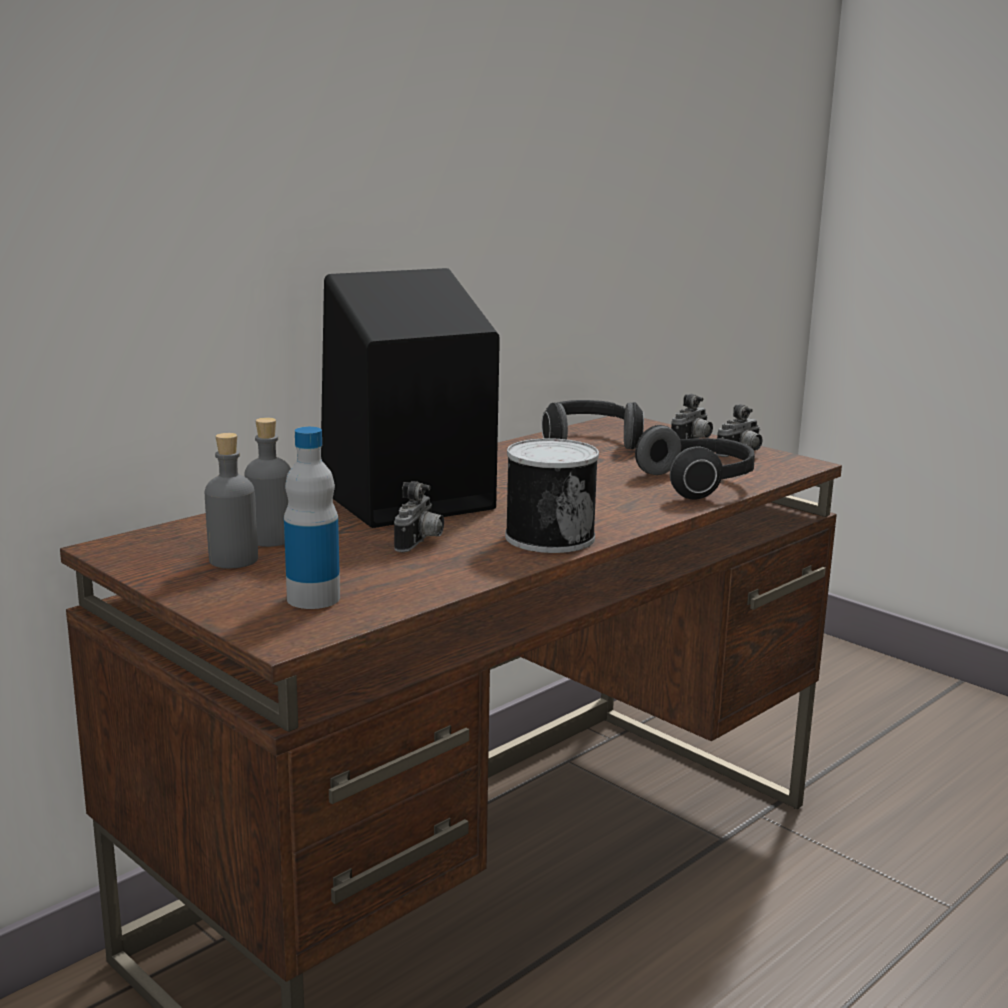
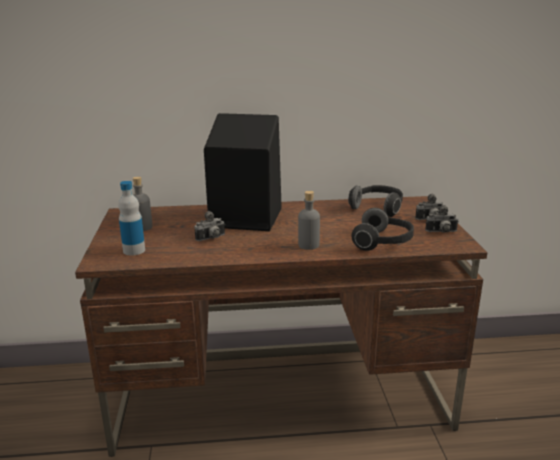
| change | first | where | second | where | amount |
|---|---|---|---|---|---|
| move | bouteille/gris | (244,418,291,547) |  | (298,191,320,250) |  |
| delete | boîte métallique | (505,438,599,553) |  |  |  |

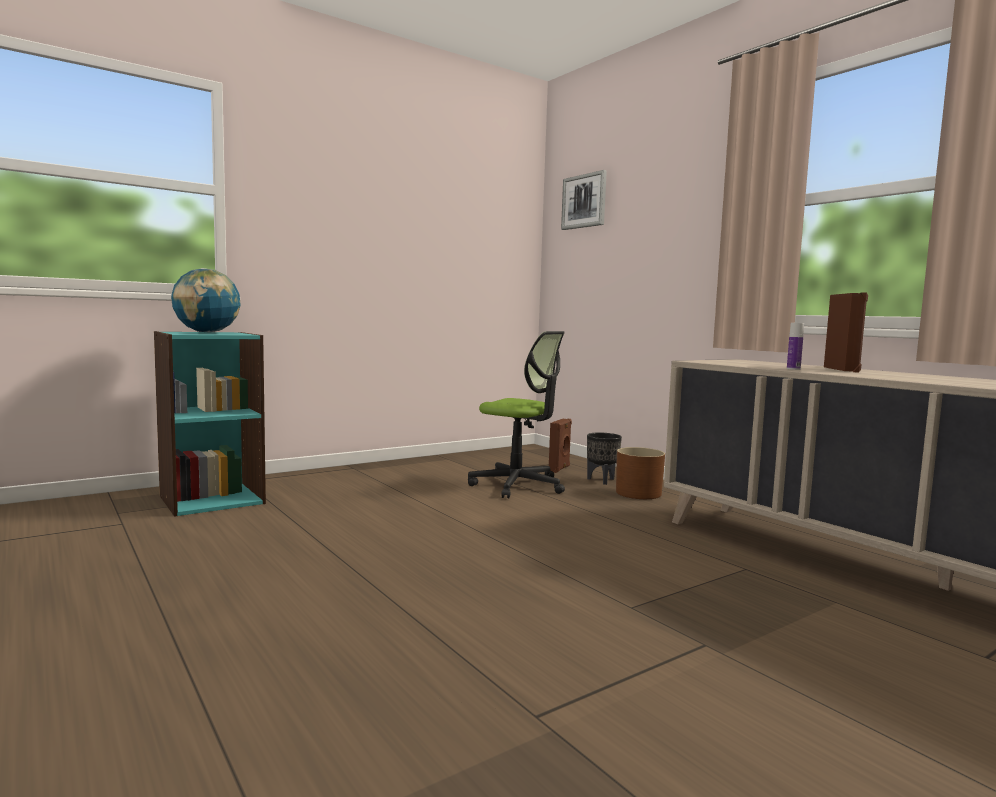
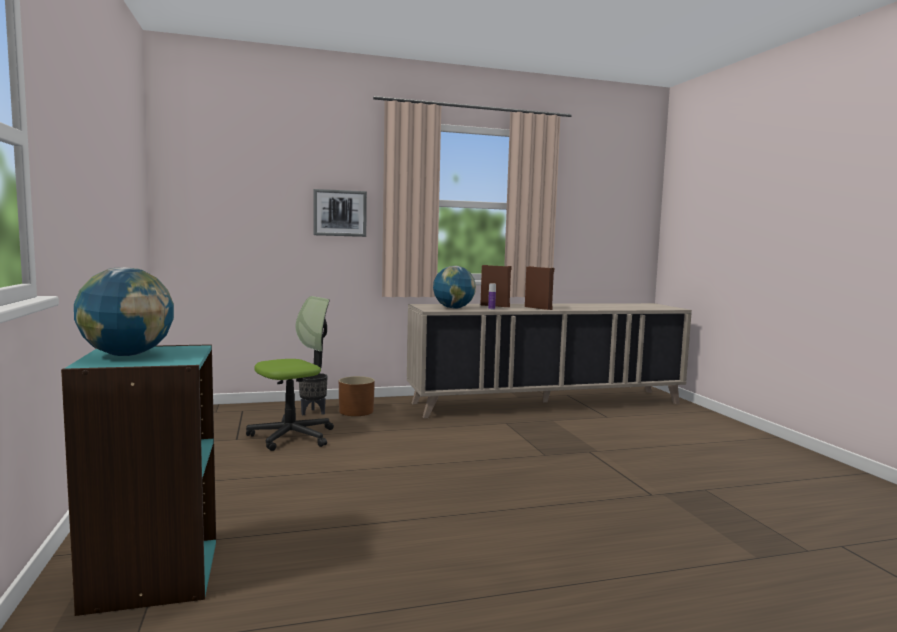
| change | first | where | second | where | amount |
|---|---|---|---|---|---|
| move | tableau | (561,170,607,230) |  | (313,189,367,237) |  |
| move | enceinte/marron | (549,419,572,473) |  | (525,266,554,310) |  |
| insert |  |  | globe | (433,266,476,308) |  |

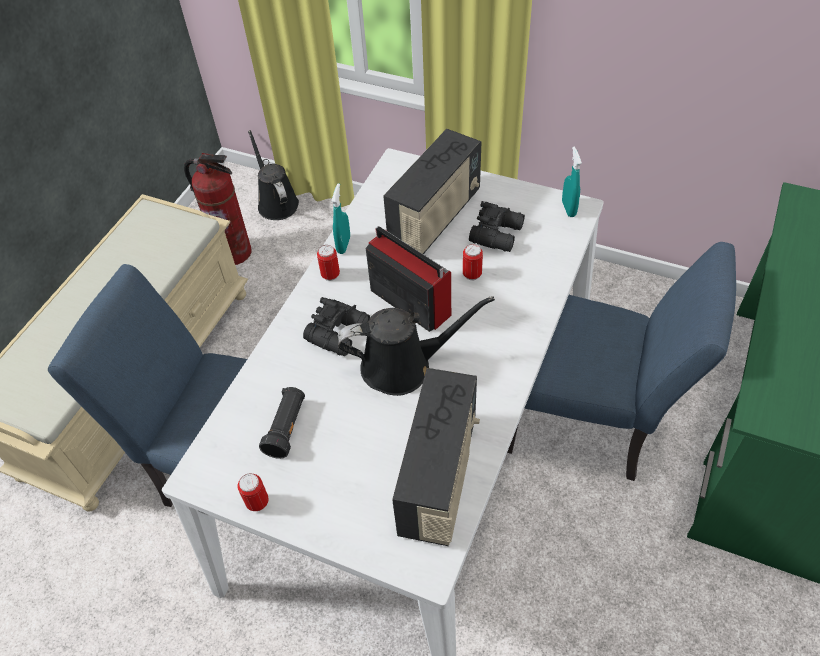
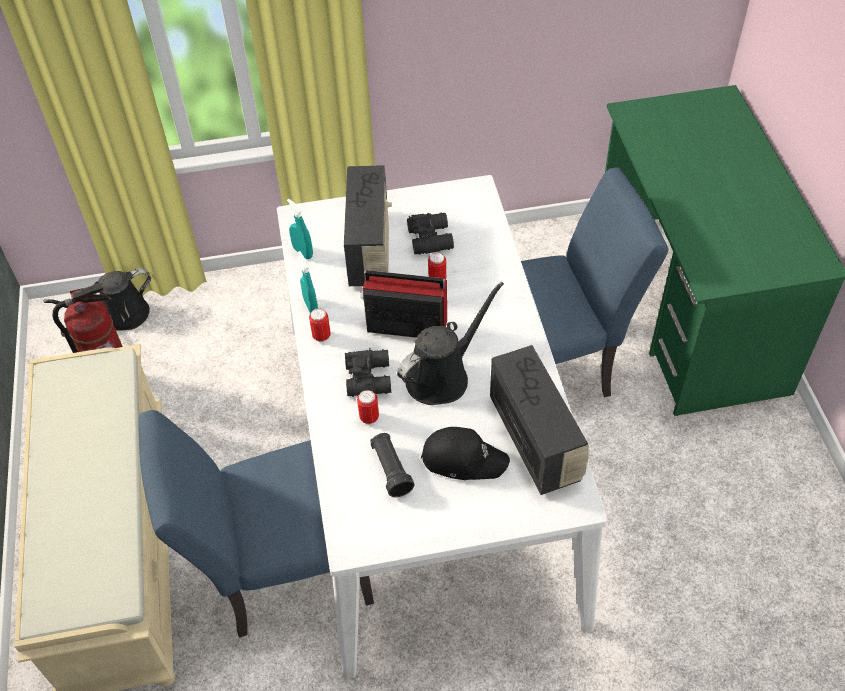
| change | first | where | second | where | amount |
|---|---|---|---|---|---|
| rotate | arrosoir/noir | (248,130,299,220) |  | (43,268,151,331) | 60 degrees counterclockwise |
| move | vaporisateur/turquoise | (562,146,582,217) |  | (287,199,313,259) |  |
| move | boîte métallique | (237,473,269,511) |  | (357,390,379,424) |  |
| insert |  |  | casquette/noir | (421,427,510,480) |  |

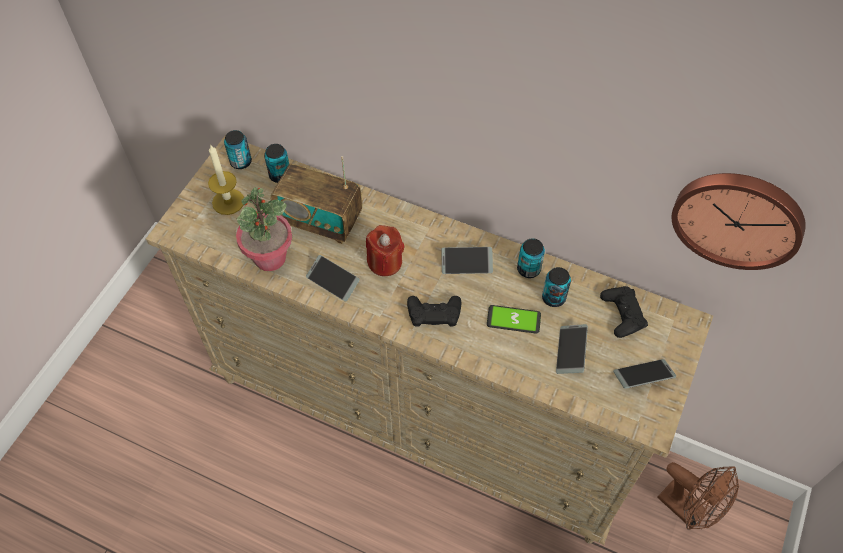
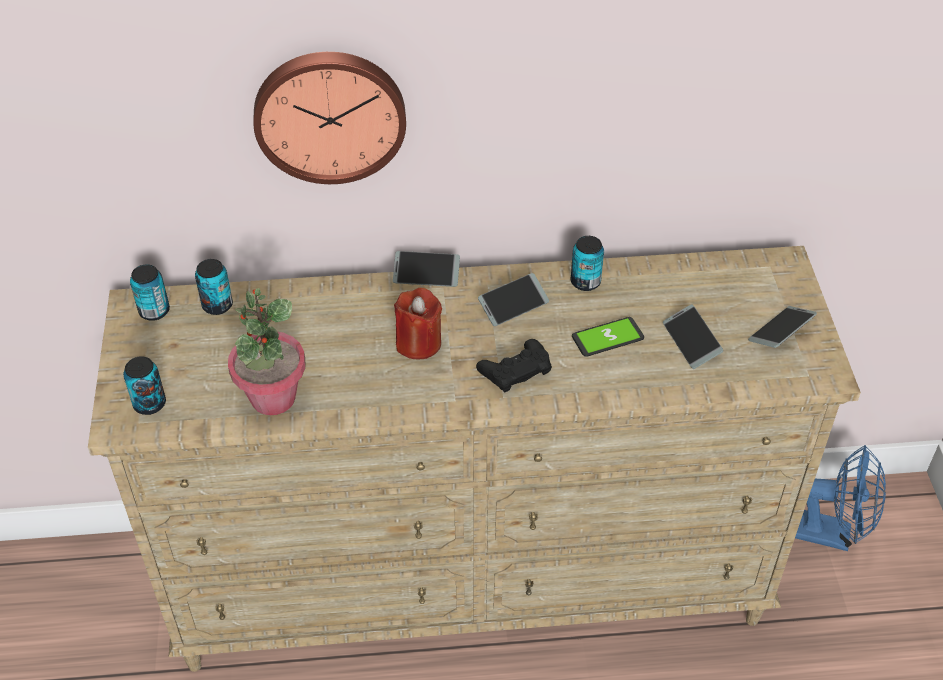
| change | first | where | second | where | amount |
|---|---|---|---|---|---|
| delete | bougie | (208,144,244,215) |  |  |  |
| delete | radio | (270,156,363,244) |  |  |  |
| move | horloge murale | (672,173,806,270) |  | (253,52,406,184) |  |
| move | téléphone | (306,255,360,302) |  | (393,251,460,287) |  |
| move | boîte métallique | (542,267,571,307) |  | (123,356,166,415) |  |
| delete | manette/noir | (600,286,648,338) |  |  |  |
| recolor | ventilateur/marron | (657,462,739,530) | ventilateur/bleu | (795,445,886,551) |  |

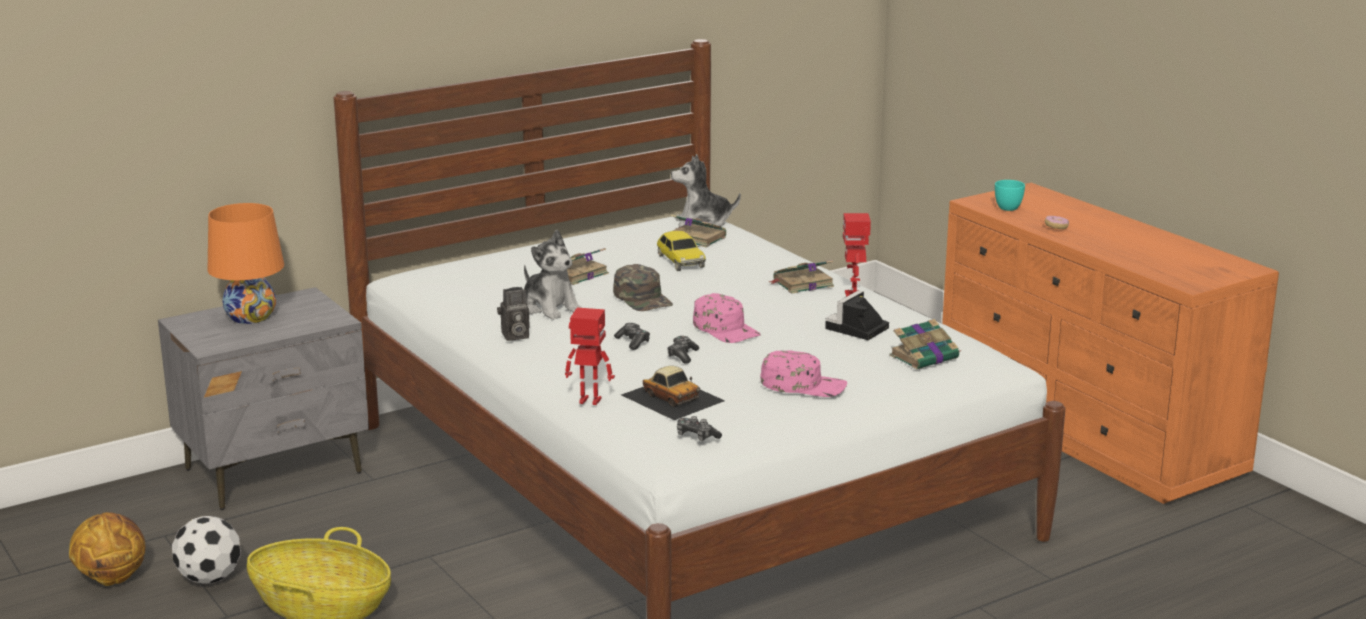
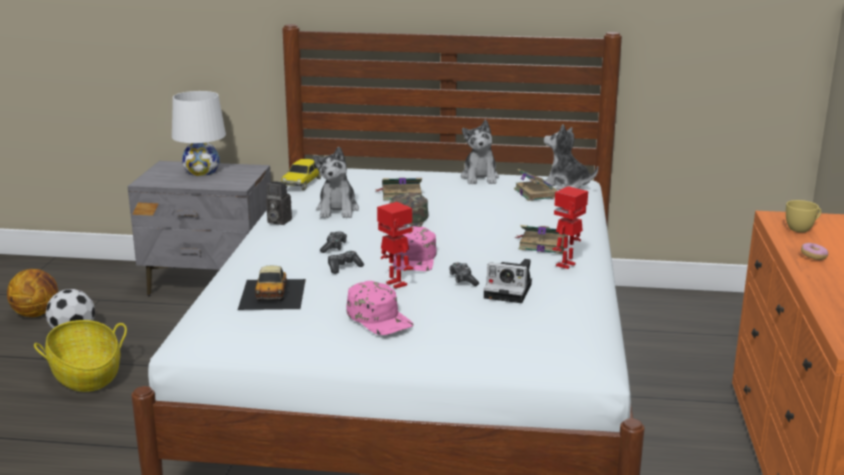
| change | first | where | second | where | amount |
|---|---|---|---|---|---|
| recolor | tasse/turquoise | (995,180,1025,211) | tasse/jaune | (786,200,822,232) |  |
| recolor | lampe de table/orange | (208,203,284,324) | lampe de table/blanc | (172,91,226,176) |  |
| move | petite voiture | (657,231,706,271) |  | (281,159,321,190) |  |
| rotate | appareil photo | (825,291,889,340) |  | (484,259,532,303) | 150 degrees counterclockwise |
| move | robot jouet | (565,308,615,405) |  | (377,202,413,289) |  |
| delete | livre | (890,319,960,369) |  |  |  |
| move | manette | (677,416,722,441) |  | (449,263,479,286) |  |
| insert |  |  | peluche | (461,120,499,184) |  |

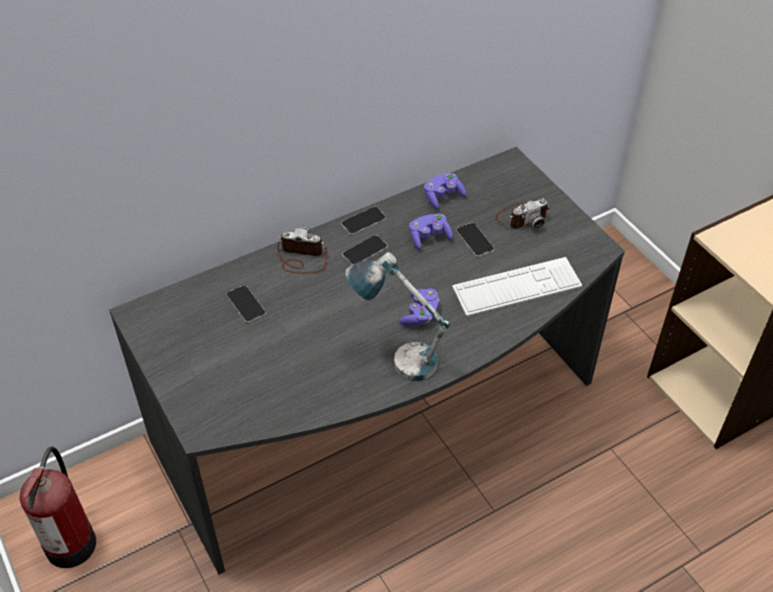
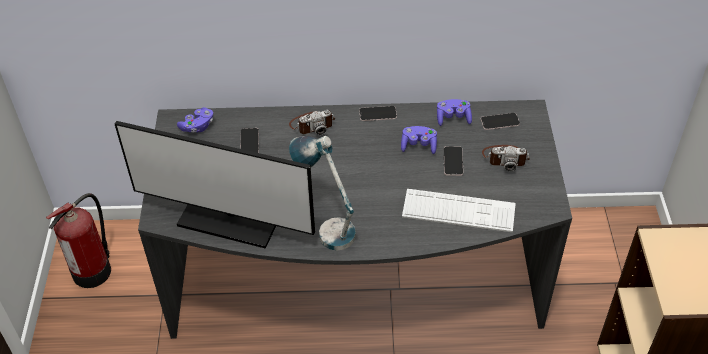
| change | first | where | second | where | amount |
|---|---|---|---|---|---|
| rotate | appareil photo | (277,226,327,274) |  | (289,110,335,135) | 120 degrees clockwise |
| move | téléphone | (342,235,388,265) |  | (481,113,520,130) |  |
| move | manette/violet | (399,289,439,327) |  | (177,107,213,133) |  |
| insert |  |  | écran d'ordinateur | (114,121,315,249) |  |

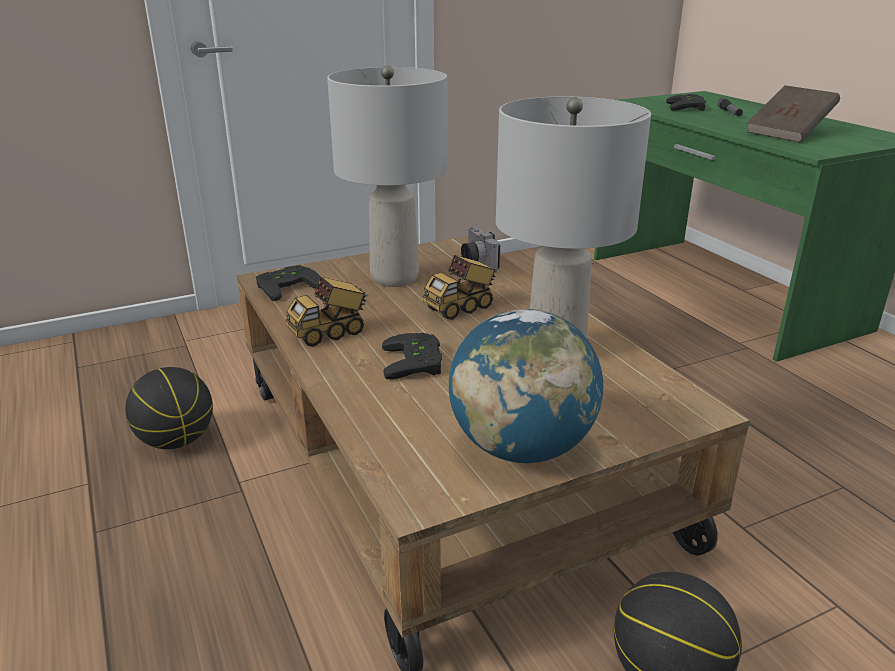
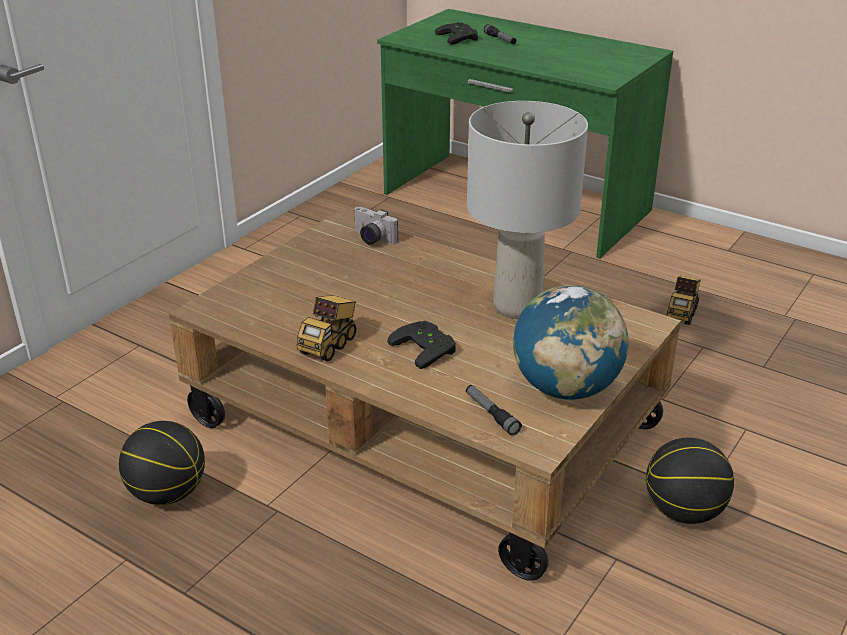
| change | first | where | second | where | amount |
|---|---|---|---|---|---|
| delete | lampe de table/gris | (327,66,447,287) |  |  |  |
| delete | livre/marron | (747,85,840,142) |  |  |  |
| move | camion jouet | (423,255,497,320) |  | (666,276,701,325) |  |
| delete | manette/noir | (256,265,321,301) |  |  |  |
| insert |  |  | lampe de poche | (466,385,522,436) |  |

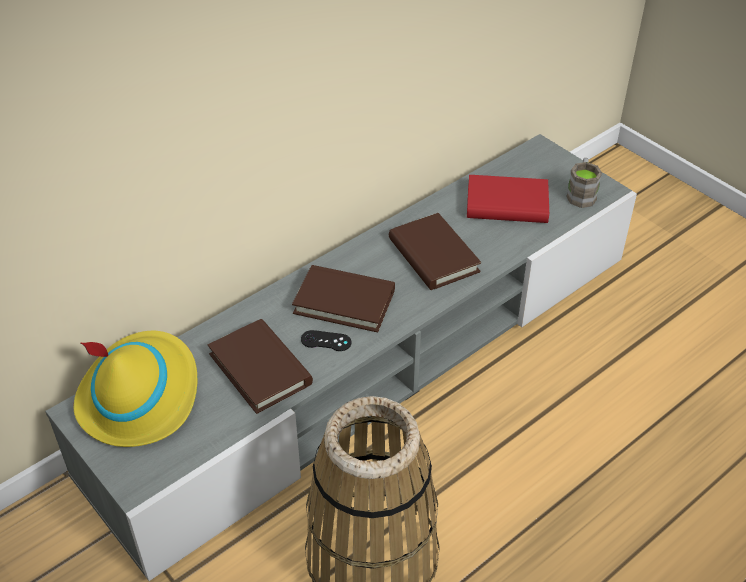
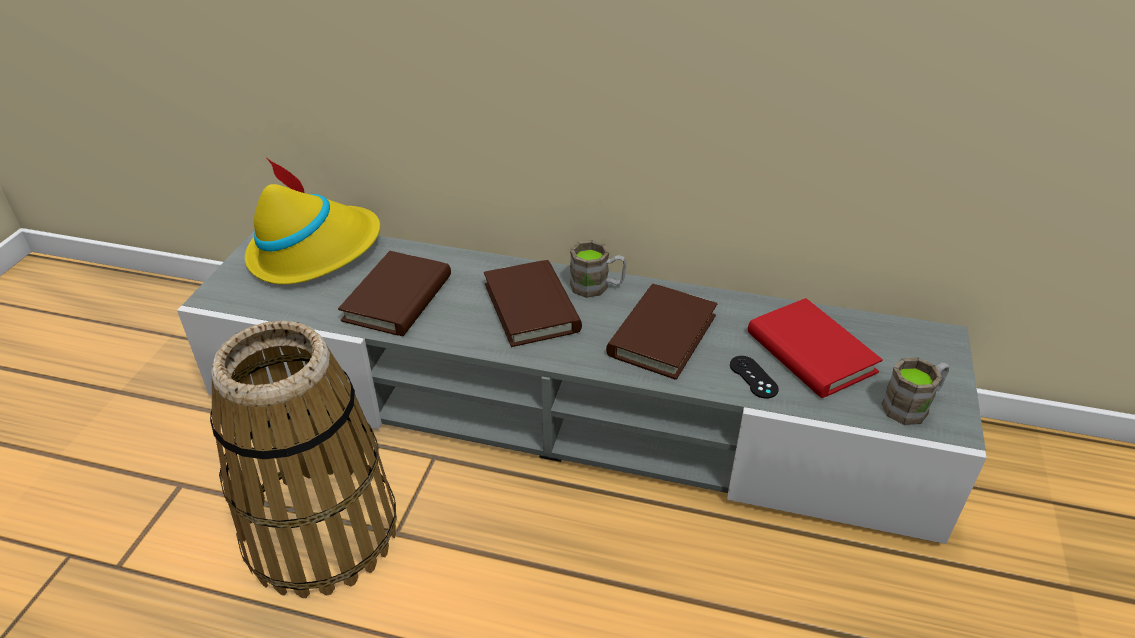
| change | first | where | second | where | amount |
|---|---|---|---|---|---|
| move | manette/noir | (301,330,351,351) |  | (730,356,779,399) |  |
| insert |  |  | mug/marron | (570,240,627,298) |  |

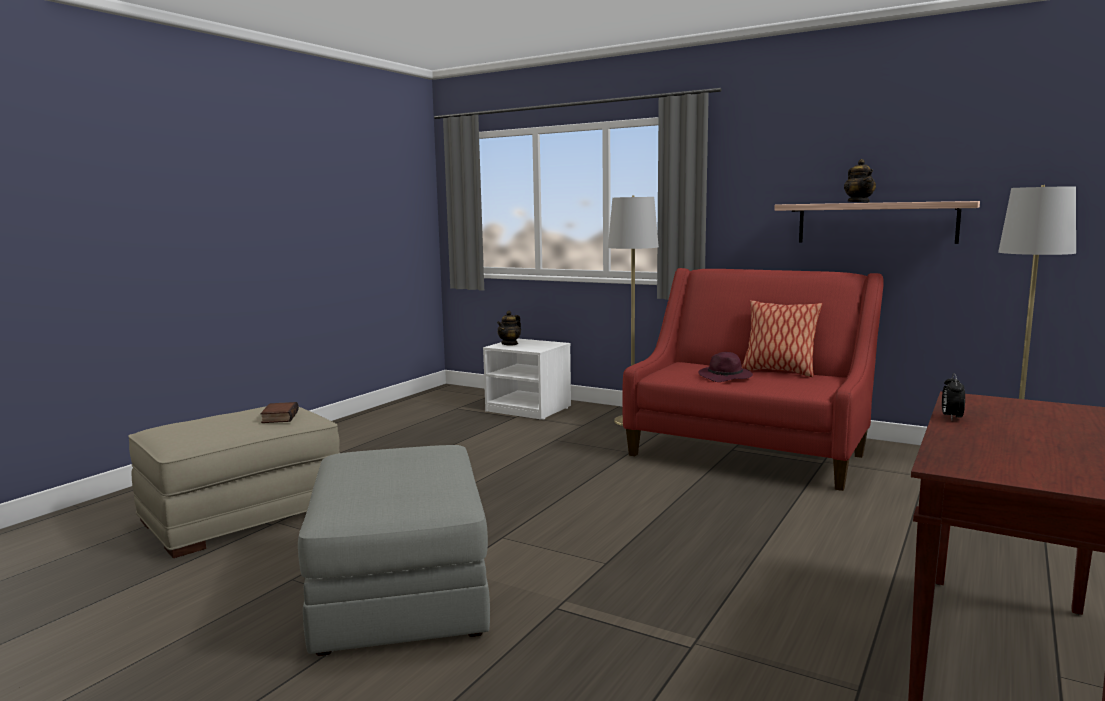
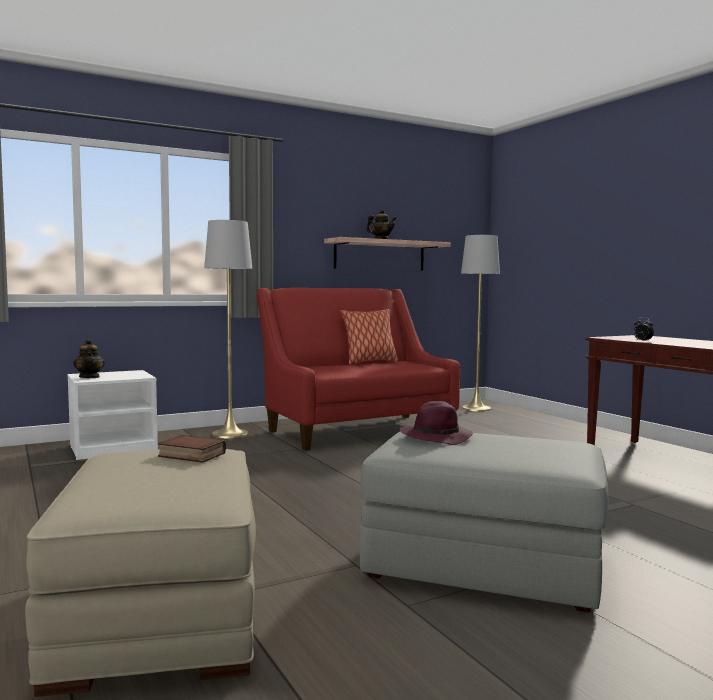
| change | first | where | second | where | amount |
|---|---|---|---|---|---|
| move | chapeau/violet | (698,352,753,382) |  | (400,401,473,445) |  |

